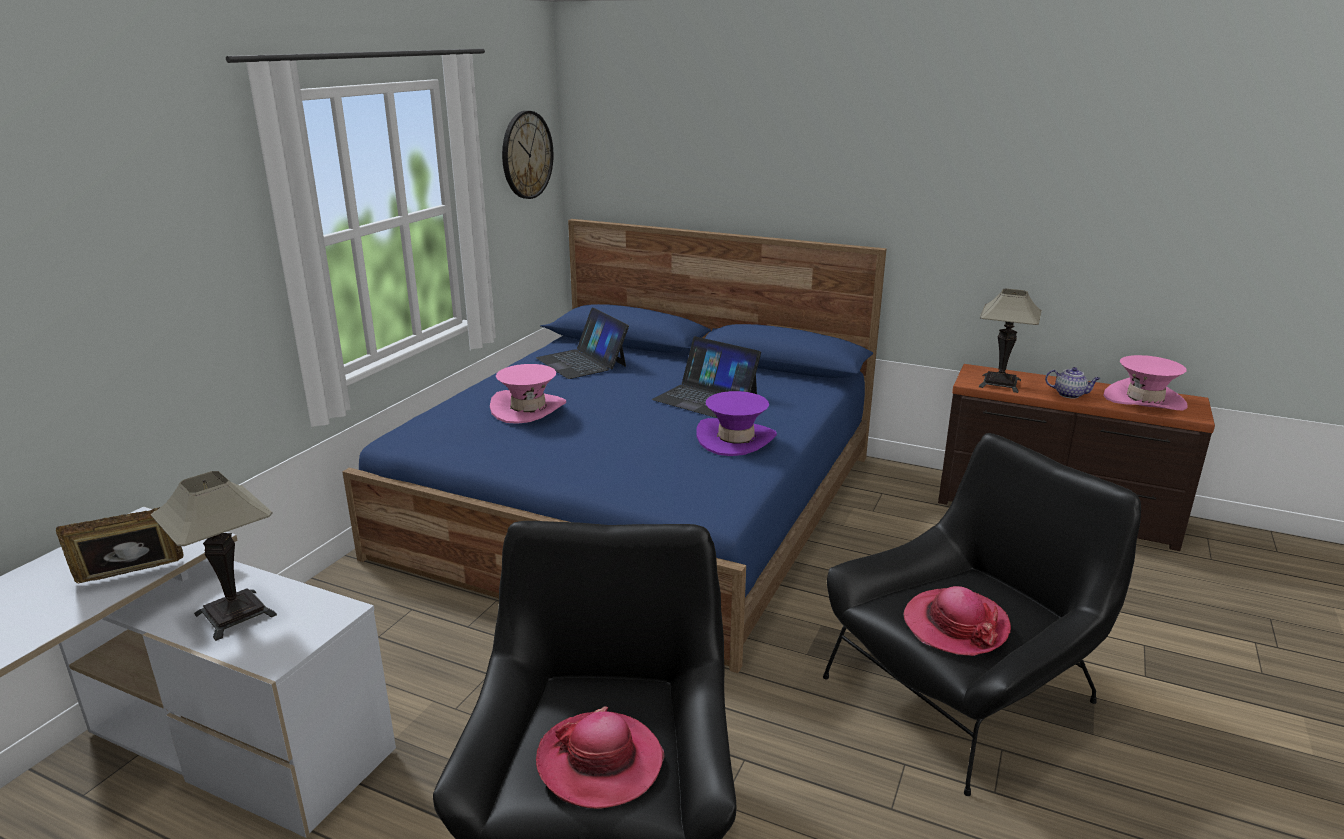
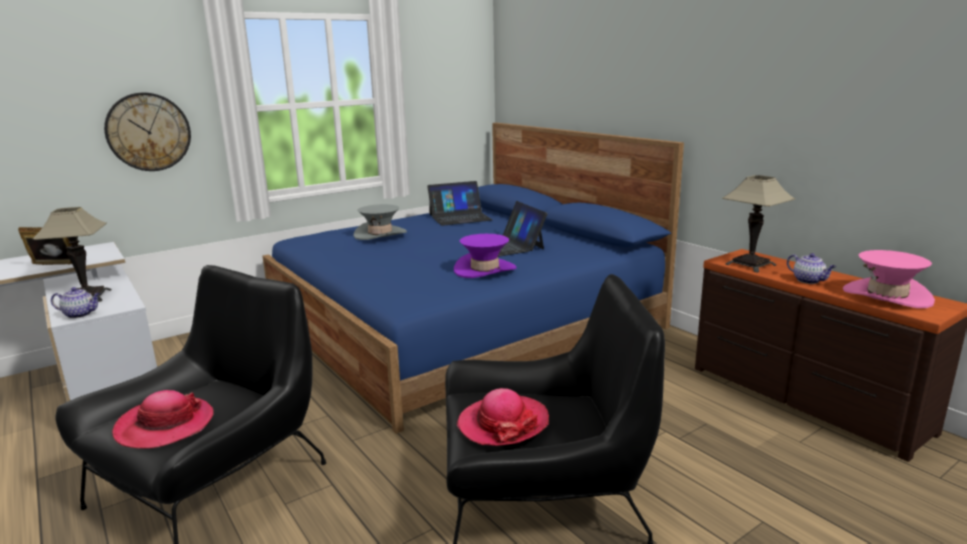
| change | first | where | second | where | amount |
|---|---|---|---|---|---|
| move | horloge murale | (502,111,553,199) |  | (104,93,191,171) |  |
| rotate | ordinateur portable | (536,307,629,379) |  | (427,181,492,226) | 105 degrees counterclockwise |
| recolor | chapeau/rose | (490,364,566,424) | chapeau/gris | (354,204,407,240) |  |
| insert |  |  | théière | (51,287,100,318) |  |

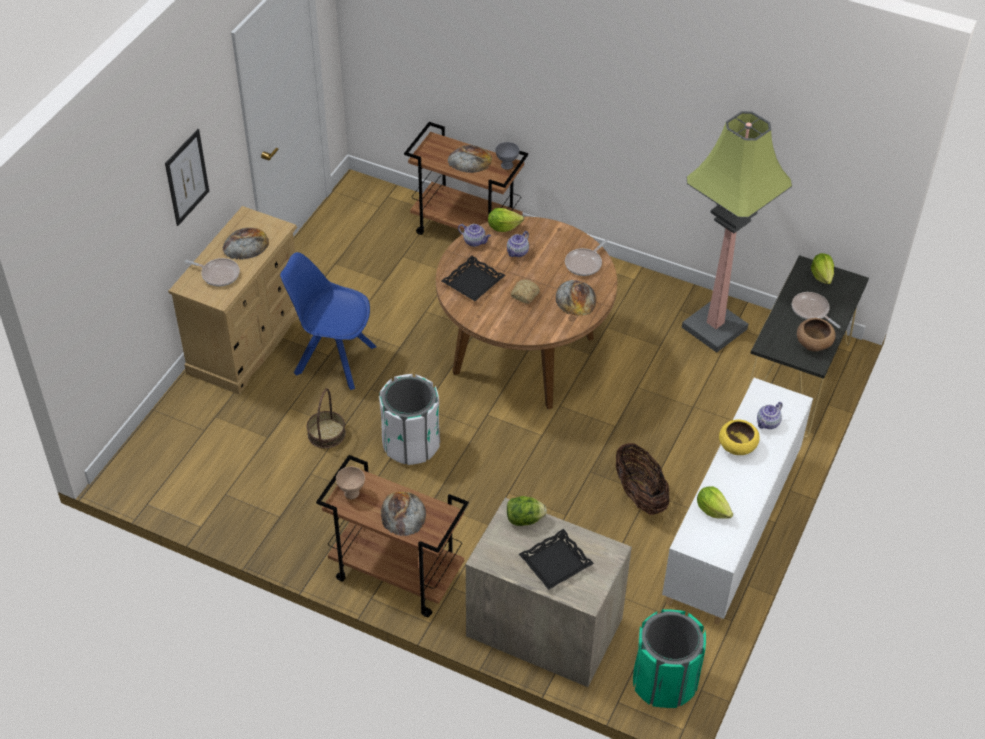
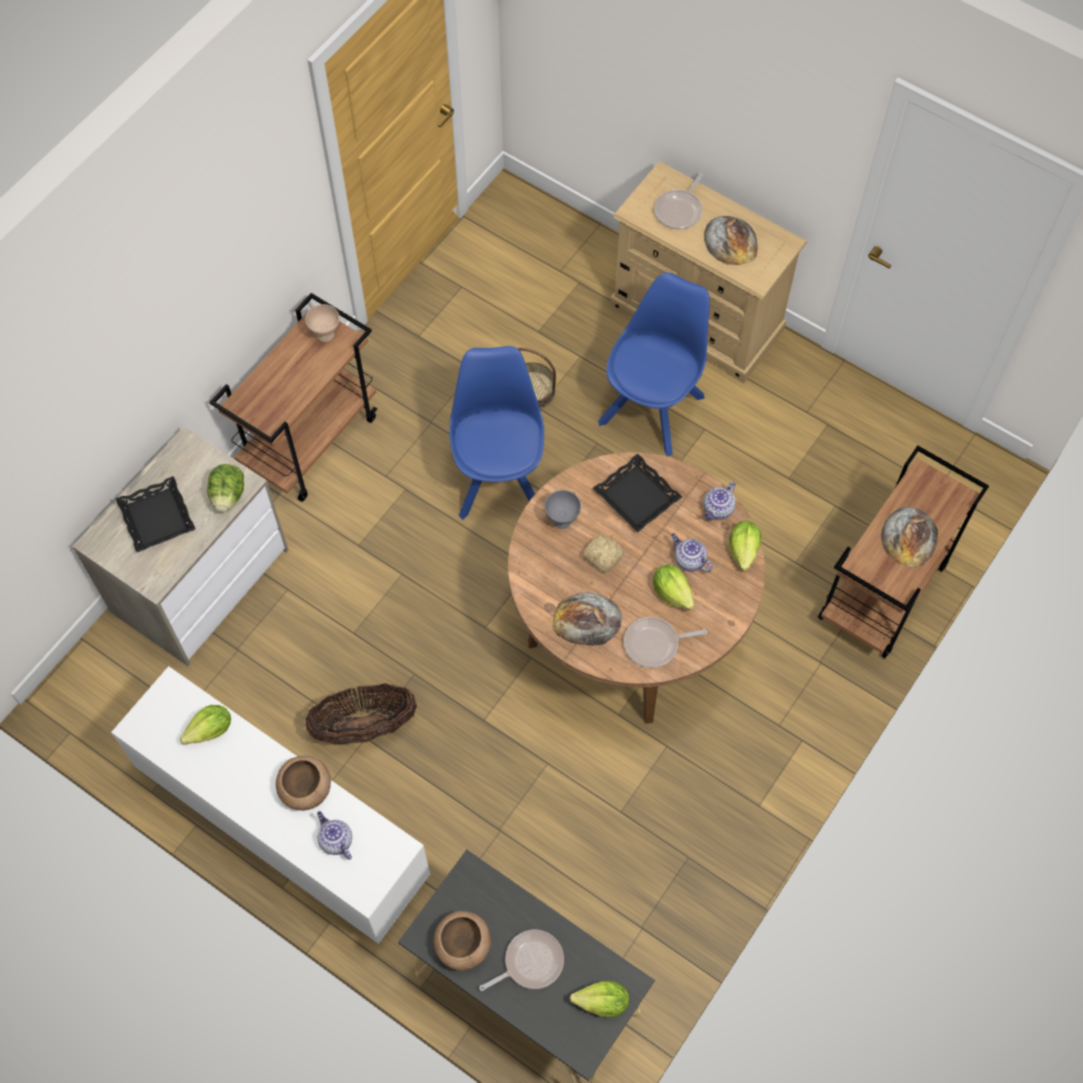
| change | first | where | second | where | amount |
|---|---|---|---|---|---|
| delete | lampadaire | (682,111,792,353) |  |  |  |
| delete | tableau | (165,129,209,226) |  |  |  |
| move | bol/gris | (496,142,519,170) |  | (545,490,581,529) |  |
| rotate | poêle | (565,240,608,276) |  | (624,617,707,668) | 60 degrees counterclockwise |
| replace | poubelle/blanc | (379,374,440,465) | chaise/bleu | (449,346,544,520) |  |
| recolor | bol/jaune | (719,420,760,455) | bol/marron | (276,756,331,811) |  |
| delete | pain | (381,492,426,536) |  |  |  |
| delete | poubelle/vert | (633,610,706,708) |  |  |  |
| insert |  |  | laitue | (653,565,695,610) |  |

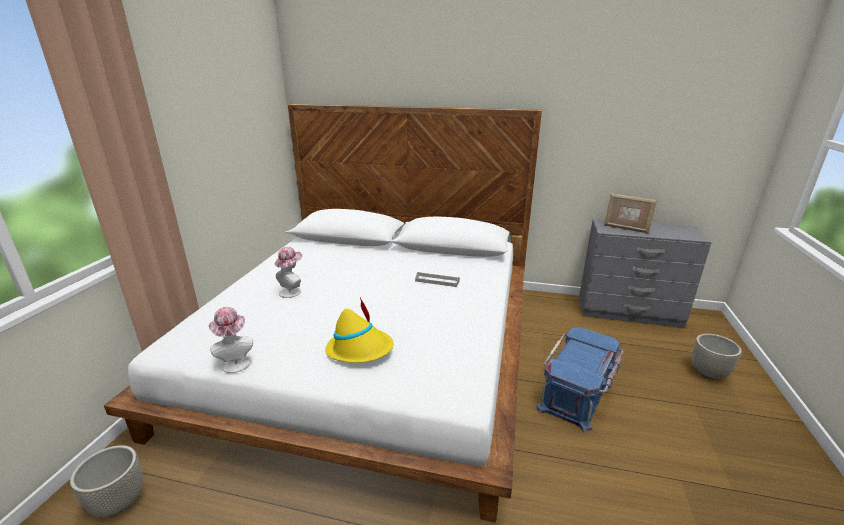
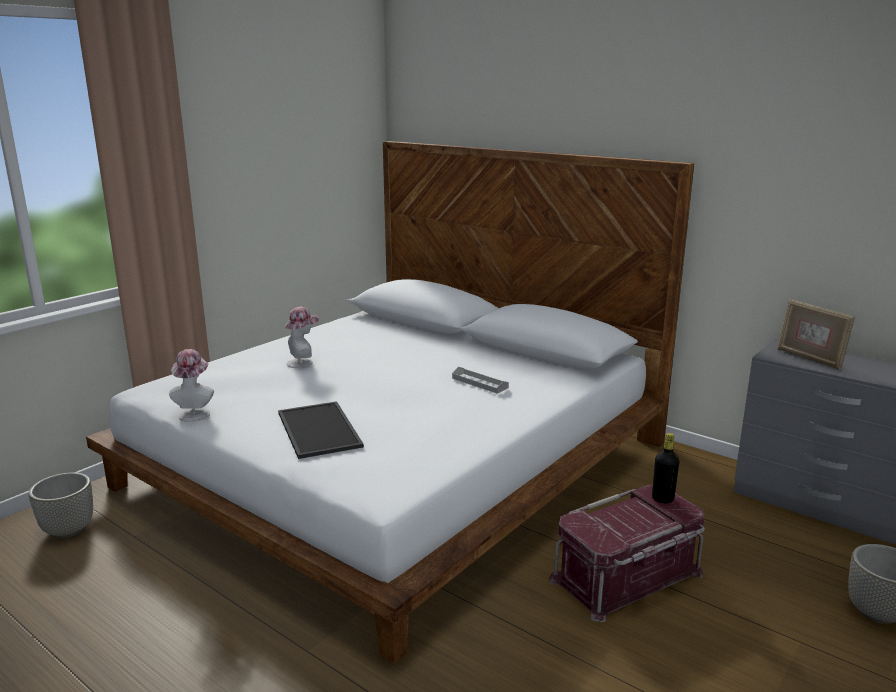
| change | first | where | second | where | amount |
|---|---|---|---|---|---|
| replace | chapeau/jaune | (325,297,394,363) | plateau | (278,401,364,459) |  |
| recolor | boîte de rangement/bleu | (536,327,623,433) | boîte de rangement/rouge | (549,484,705,622) |  |
| insert |  |  | bouteille/noir | (652,433,679,503) |  |

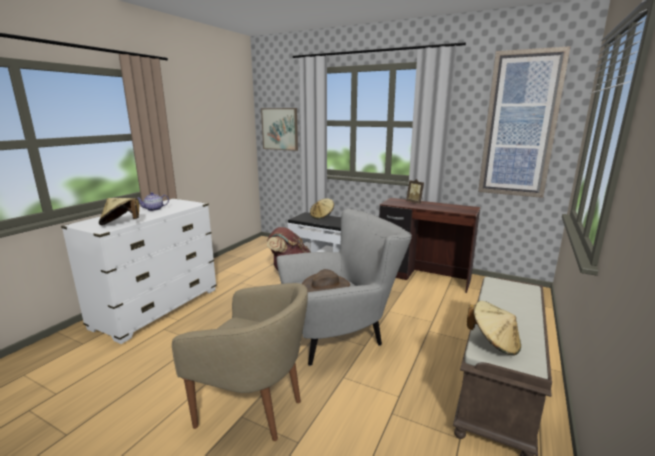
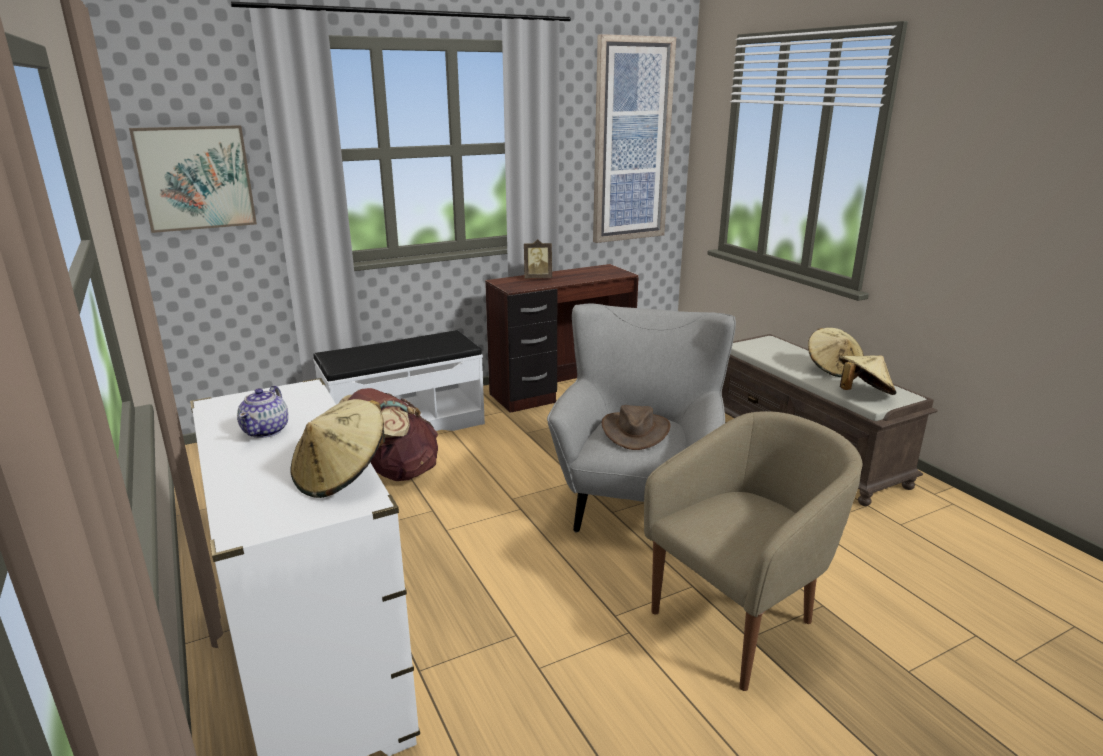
| change | first | where | second | where | amount |
|---|---|---|---|---|---|
| move | chapeau/beige | (310,199,334,219) |  | (808,328,864,377) |  |

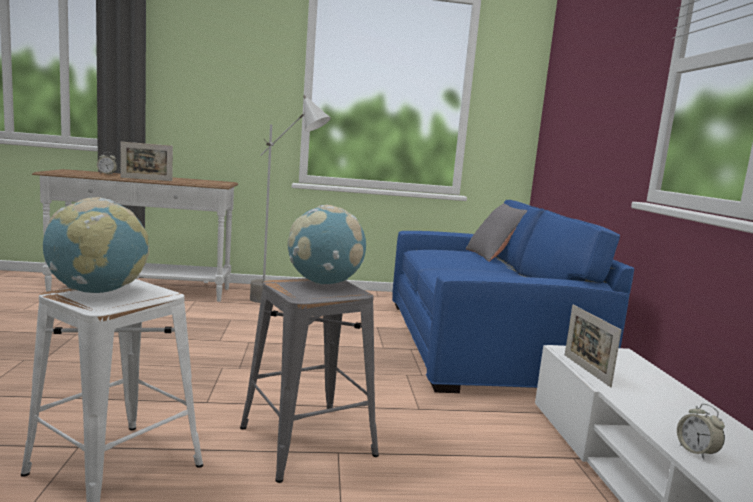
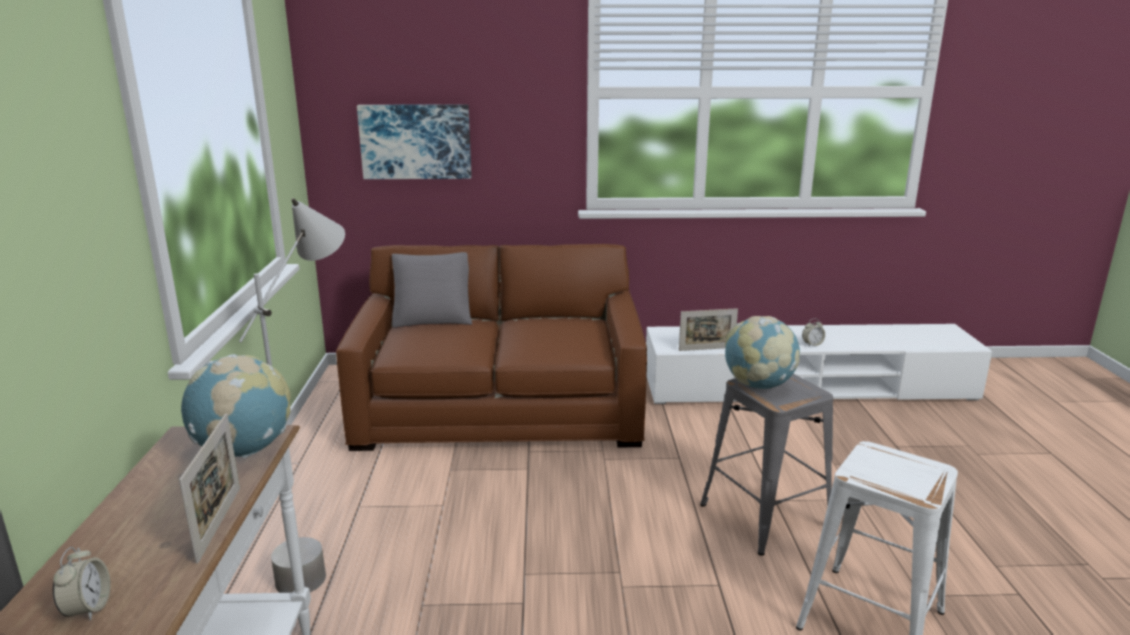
| change | first | where | second | where | amount |
|---|---|---|---|---|---|
| move | globe | (43,197,149,293) |  | (181,354,291,458) |  |
| recolor | canapé/bleu | (392,200,634,393) | canapé/marron | (336,244,647,451) |  |
| insert |  |  | tableau | (357,104,472,179) |  |

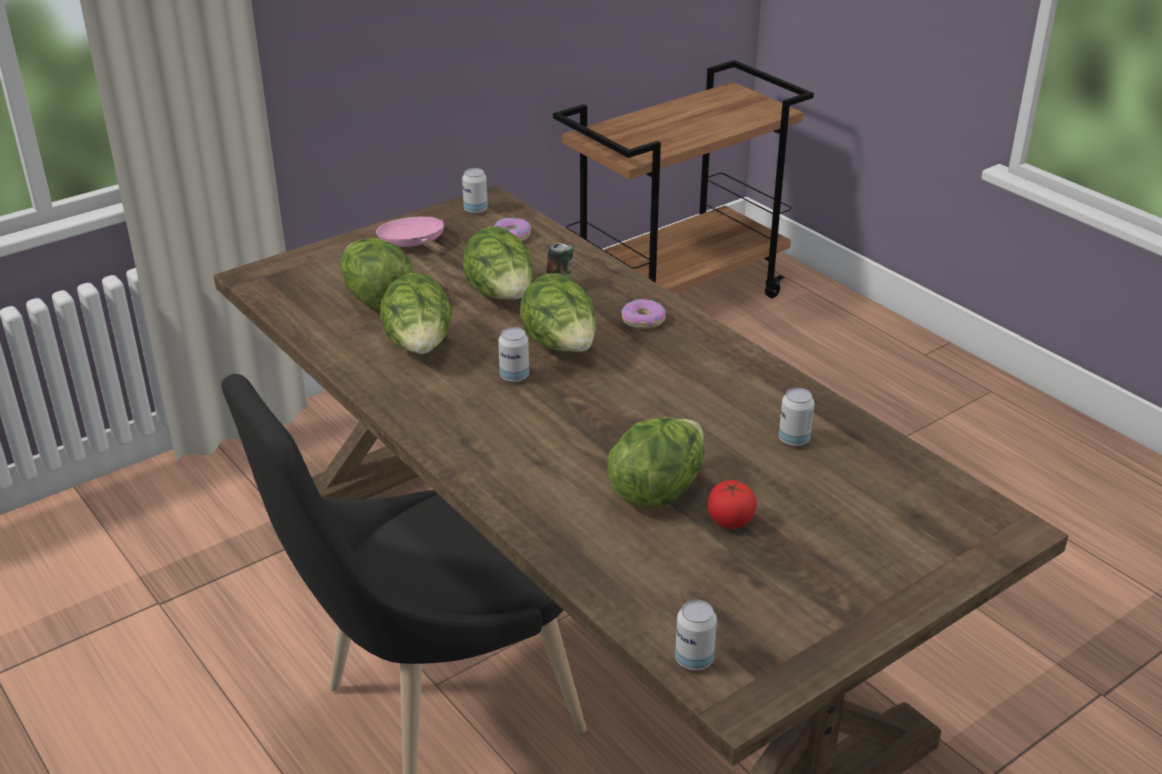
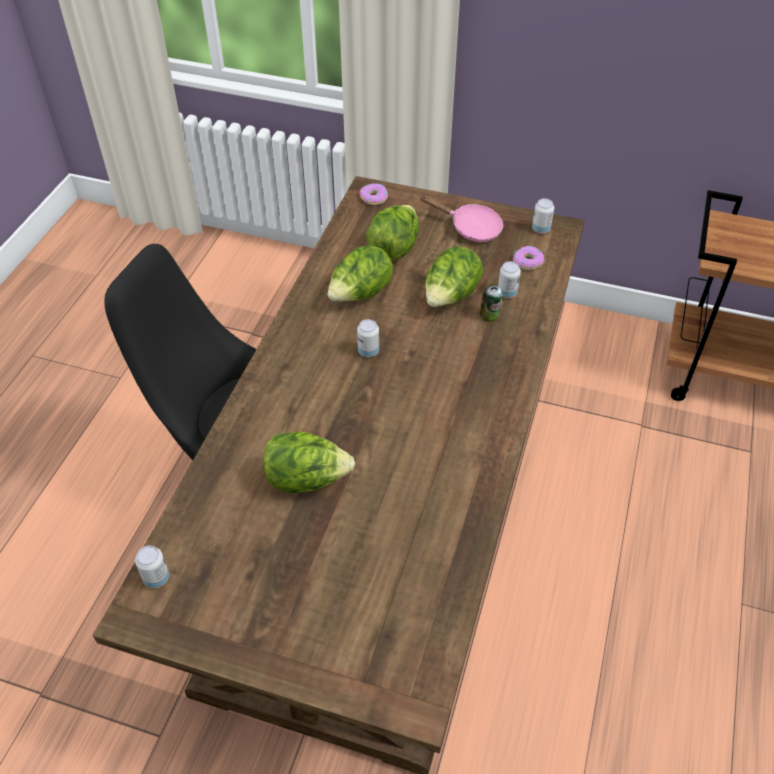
| change | first | where | second | where | amount |
|---|---|---|---|---|---|
| rotate | poêle/rose | (376,216,447,255) |  | (421,195,503,242) | 90 degrees clockwise |
| delete | laitue | (520,273,597,352) |  |  |  |
| move | beignet | (621,299,666,329) |  | (360,183,388,205) |  |
| move | boîte métallique | (779,388,814,447) |  | (498,261,521,298) |  |
| delete | tomate | (708,480,757,529) |  |  |  |

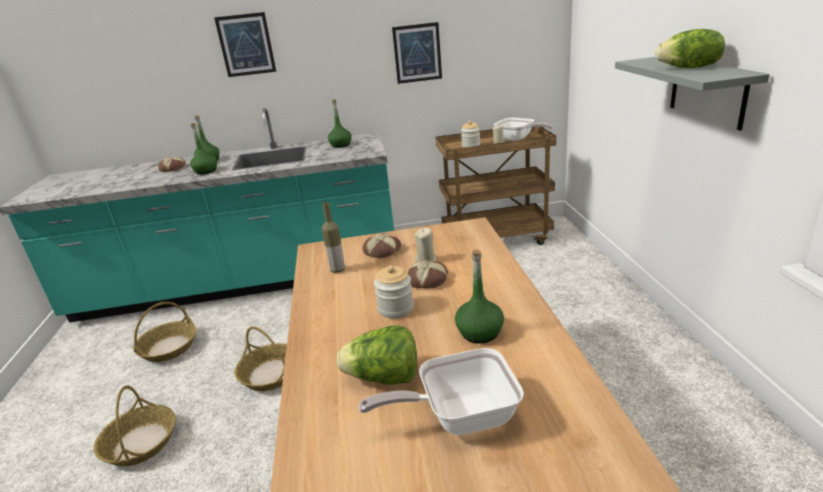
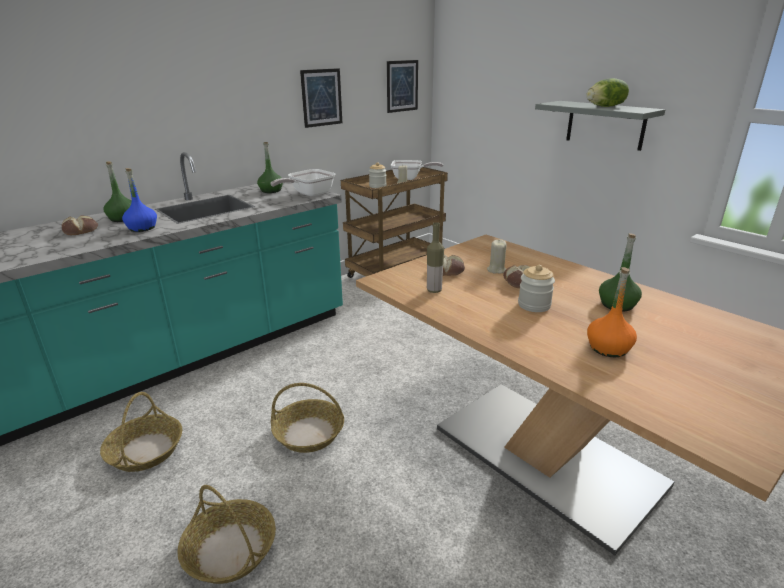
| change | first | where | second | where | amount |
|---|---|---|---|---|---|
| move | tableau | (214,12,276,77) |  | (387,60,418,113) |  |
| recolor | bouteille/vert | (190,123,217,175) | bouteille/bleu | (122,168,157,232) |  |
| replace | laitue | (337,325,417,385) | bouteille/orange | (587,267,637,357) |  |
| move | poêle | (359,348,524,436) |  | (270,169,335,196) |  |

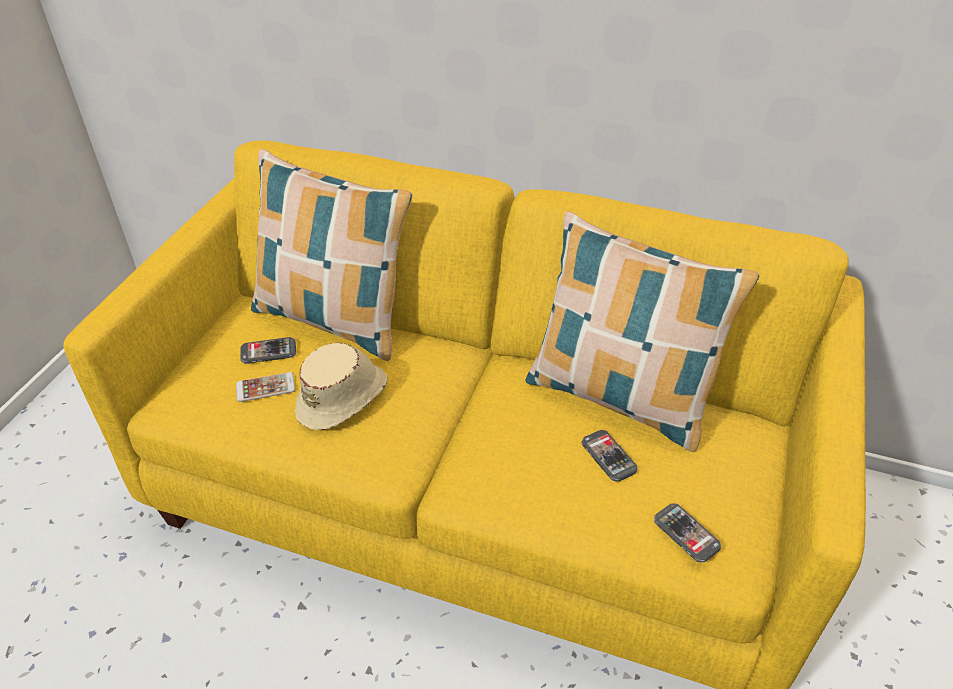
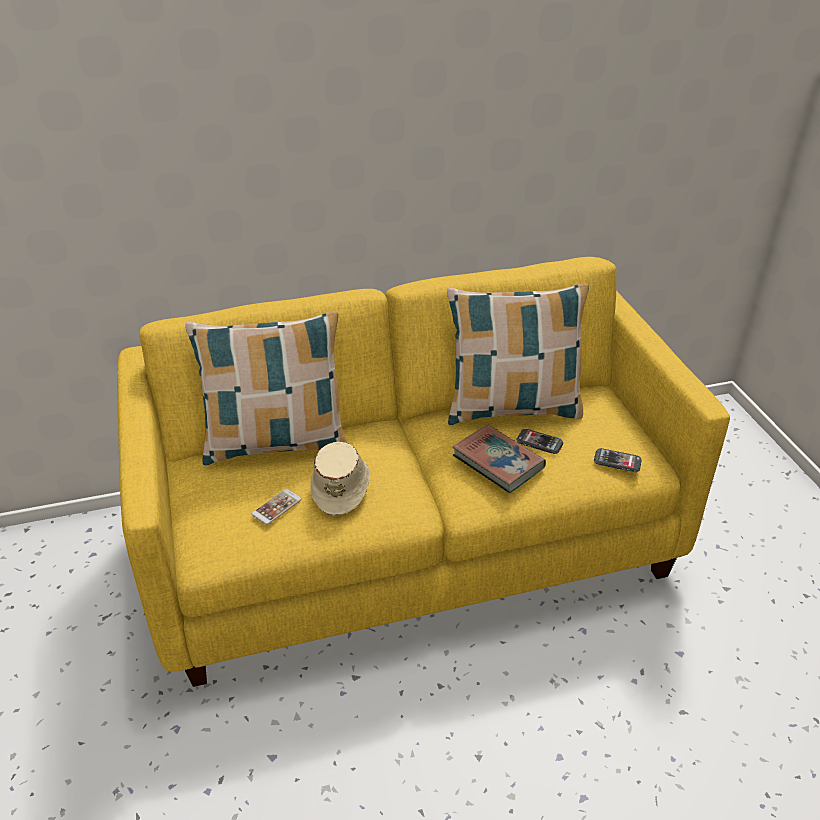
| change | first | where | second | where | amount |
|---|---|---|---|---|---|
| delete | téléphone | (240,337,296,364) |  |  |  |
| insert |  |  | livre | (452,425,546,493) |  |

